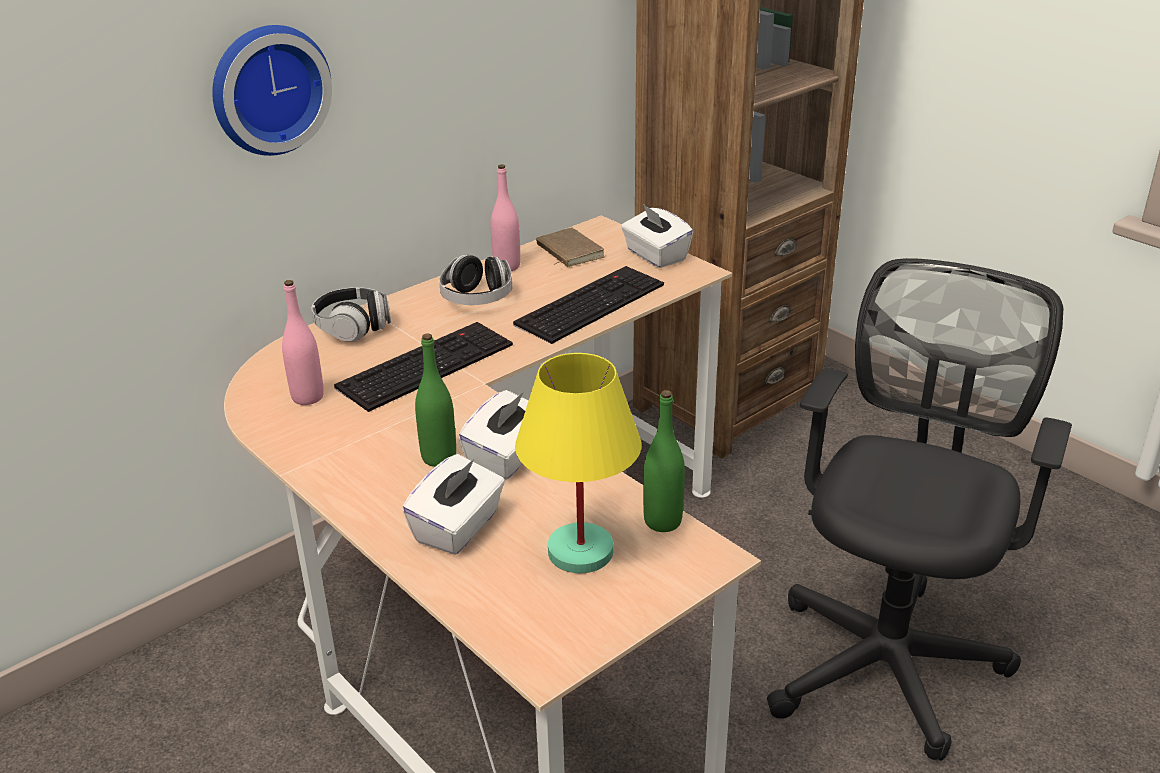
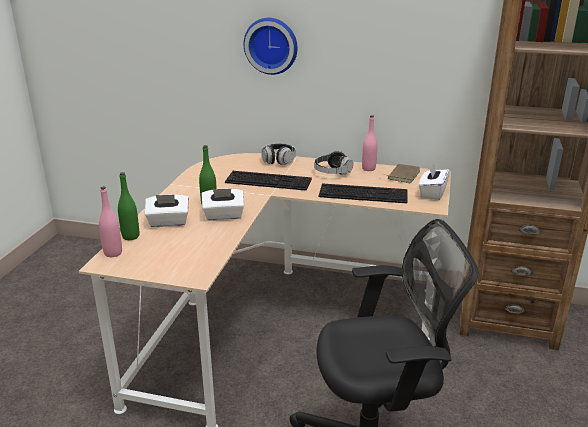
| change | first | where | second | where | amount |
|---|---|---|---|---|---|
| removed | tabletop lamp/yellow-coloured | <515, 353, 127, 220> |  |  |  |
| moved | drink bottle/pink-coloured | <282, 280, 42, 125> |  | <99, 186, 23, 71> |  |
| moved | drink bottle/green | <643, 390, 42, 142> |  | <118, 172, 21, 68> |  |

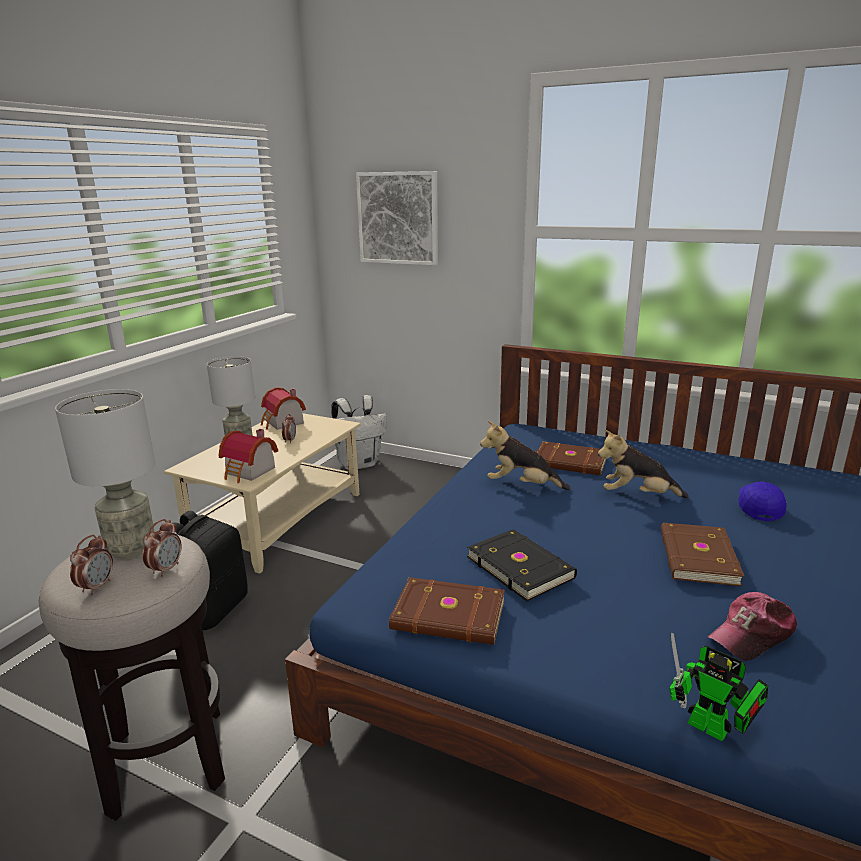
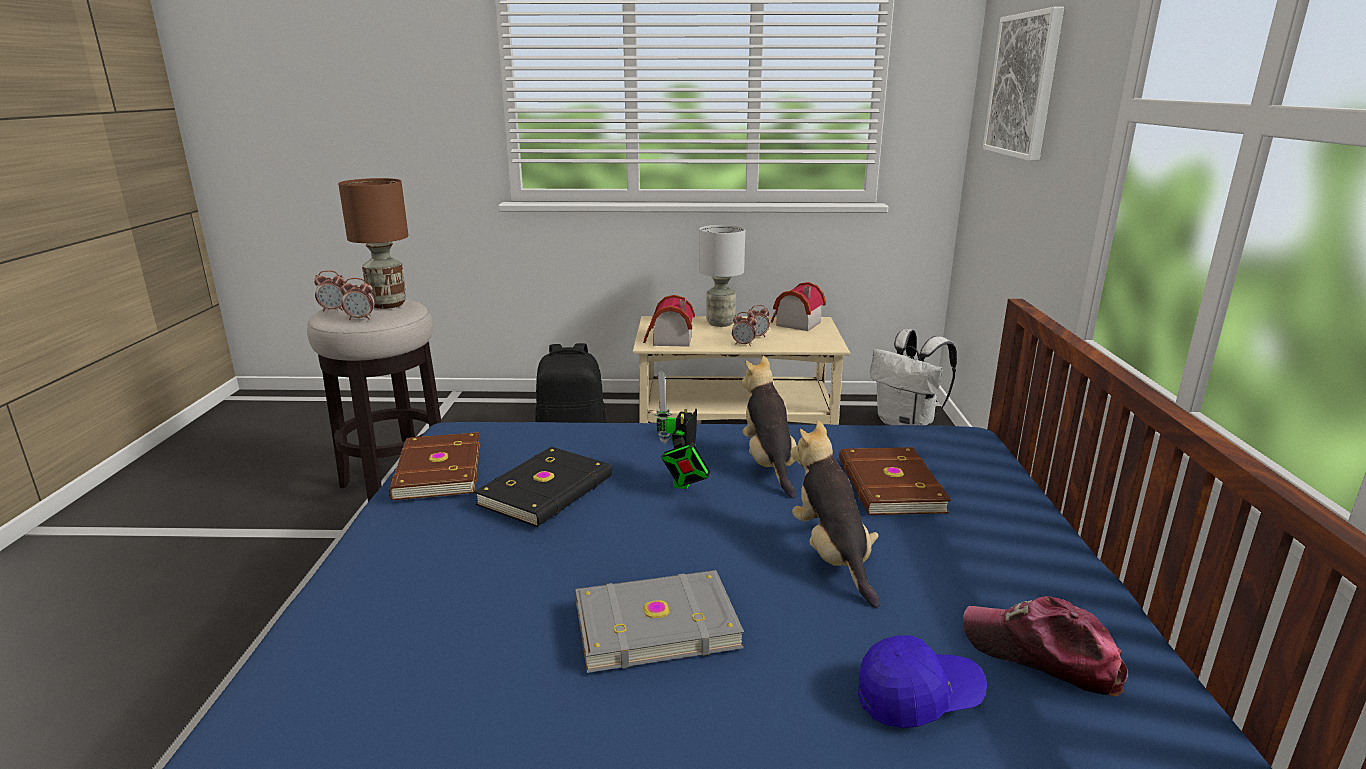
| change | first | where | second | where | amount |
|---|---|---|---|---|---|
| added |  |  | alarm clock | <732, 312, 25, 34> |  |
| moved | robot figure | <669, 633, 99, 109> |  | <655, 370, 56, 119> |  |
| moved | baseball cap | <708, 592, 89, 69> |  | <963, 596, 165, 101> |  |
| recoloured | tabletop lamp/greyish | <55, 389, 100, 170> | tabletop lamp/brown | <338, 178, 71, 131> |  |
| recoloured | volume/brown | <661, 523, 83, 63> | volume/greyish | <575, 570, 169, 103> |  |

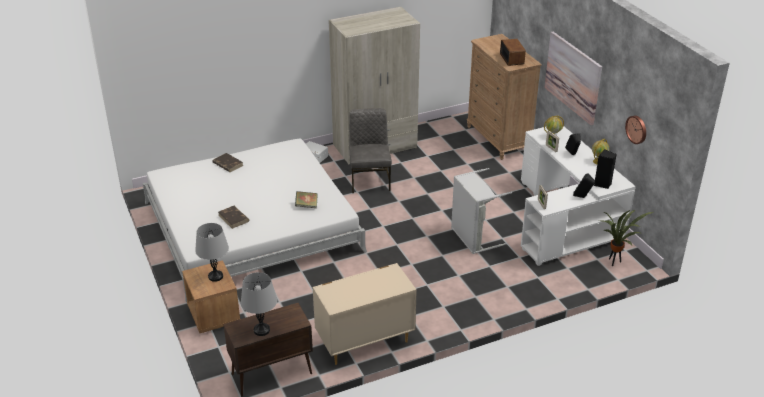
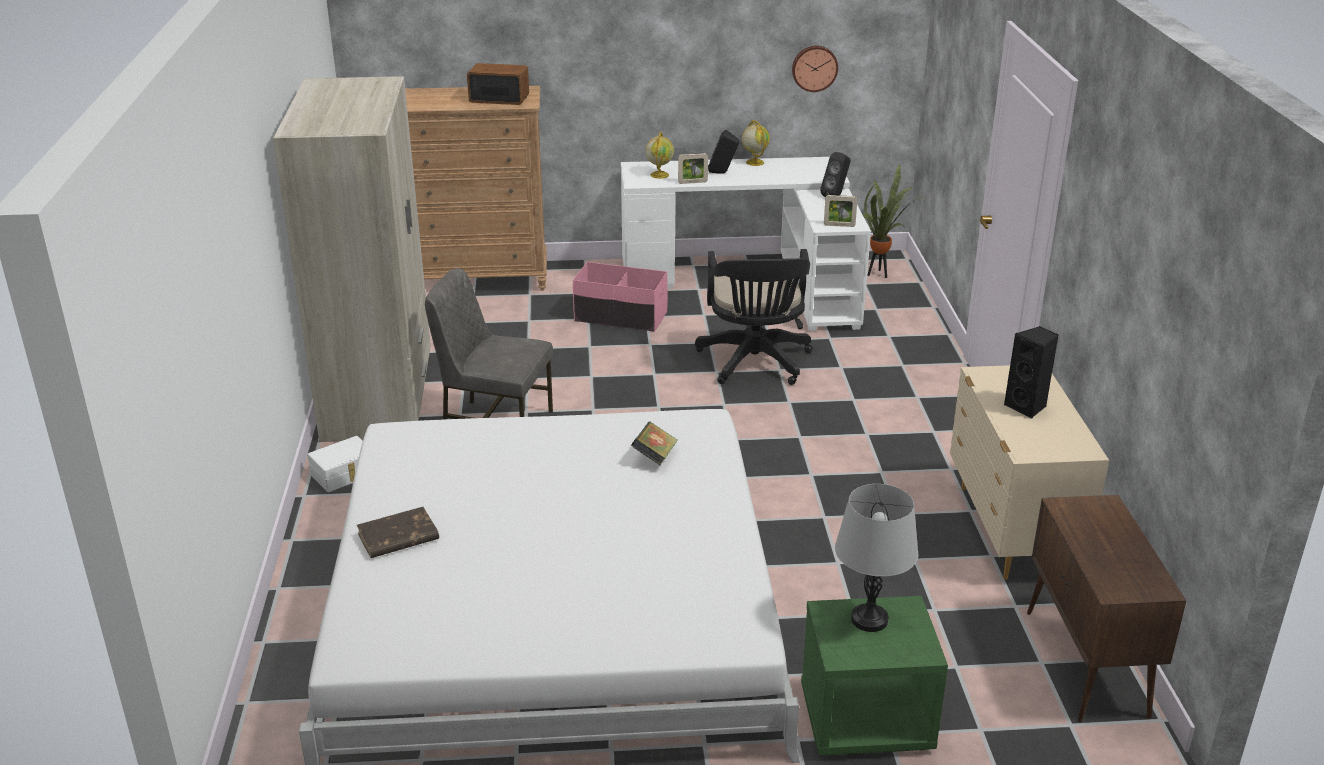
| change | first | where | second | where | amount |
|---|---|---|---|---|---|
| removed | volume/brown | <218, 206, 31, 23> |  |  |  |
| removed | tabletop lamp/greyish | <241, 272, 36, 64> |  |  |  |
| removed | picture | <544, 32, 58, 93> |  |  |  |
| added |  |  | storage box/pink-coloured | <573, 262, 95, 70> |  |
| moved | audio speaker/black-coloured | <594, 149, 23, 40> |  | <1004, 326, 55, 93> |  |
| replaced | laundry basket/greyish | <451, 168, 61, 86> | desk chair/black-coloured | <695, 249, 118, 136> |  |
| recoloured | bedside table/brown | <182, 260, 58, 73> | bedside table/green | <801, 596, 147, 159> |  |

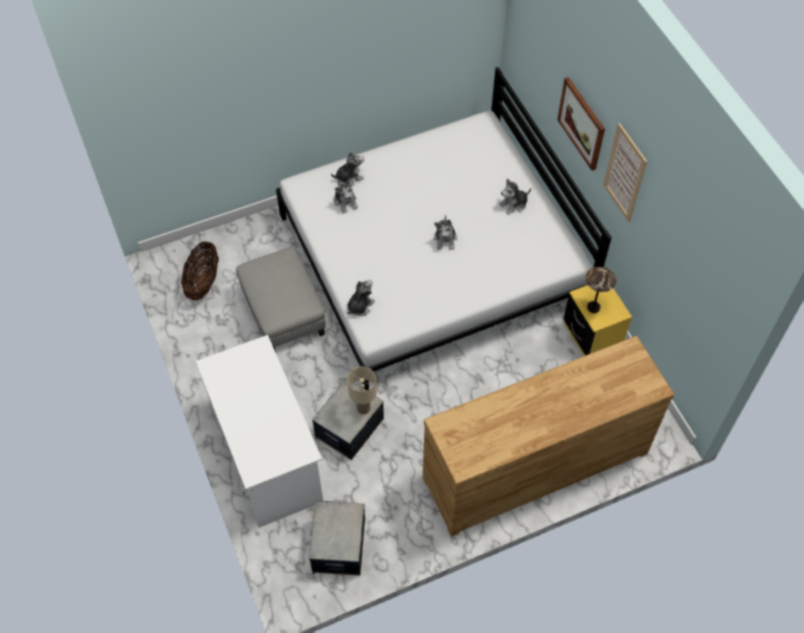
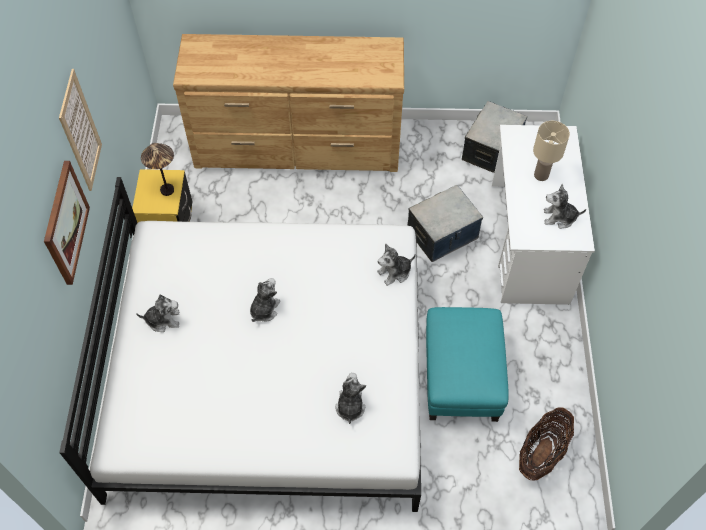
| change | first | where | second | where | amount |
|---|---|---|---|---|---|
| moved | cuddly toy | <331, 151, 33, 35> |  | <544, 184, 42, 45> |  |
| moved | tabletop lamp/beige | <347, 366, 30, 49> |  | <533, 121, 37, 60> |  |
| recoloured | footrest/greyish | <236, 248, 90, 104> | footrest/blue-green | <426, 307, 83, 115> |  |

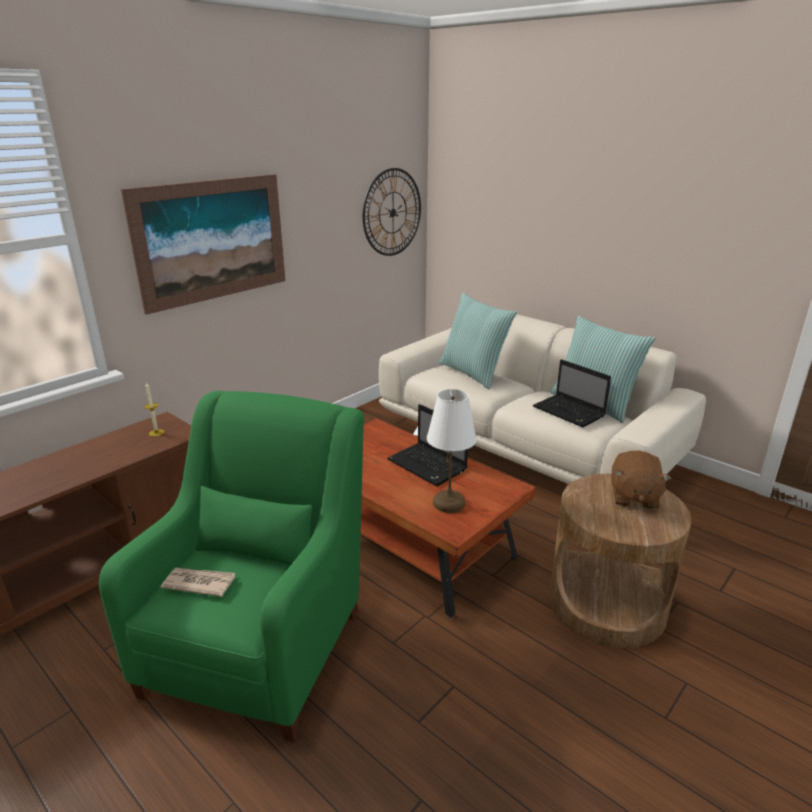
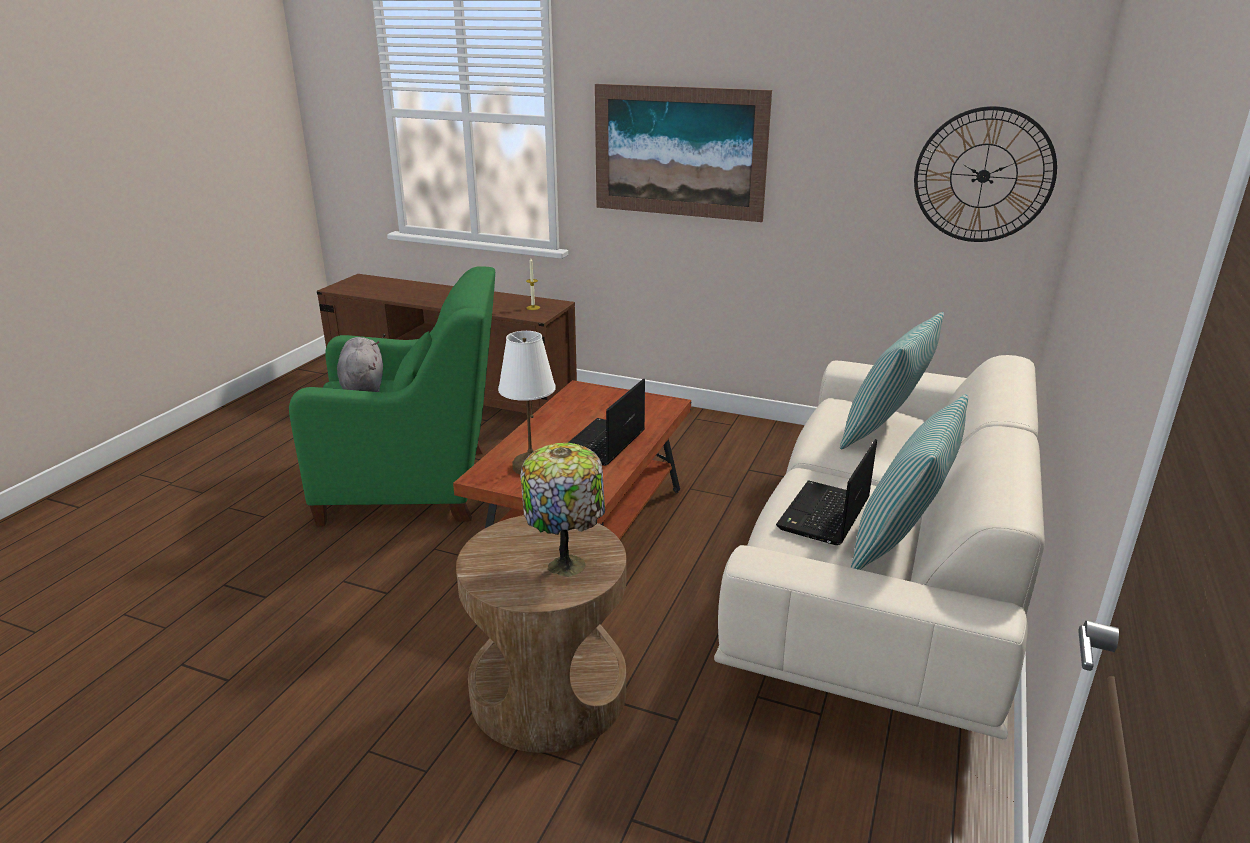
| change | first | where | second | where | amount |
|---|---|---|---|---|---|
| replaced | daily paper | <161, 568, 74, 29> | cuddly toy/greyish | <337, 337, 46, 55> |  |
| replaced | cuddly toy/brown | <612, 451, 59, 59> | tabletop lamp | <520, 443, 85, 134> |  |

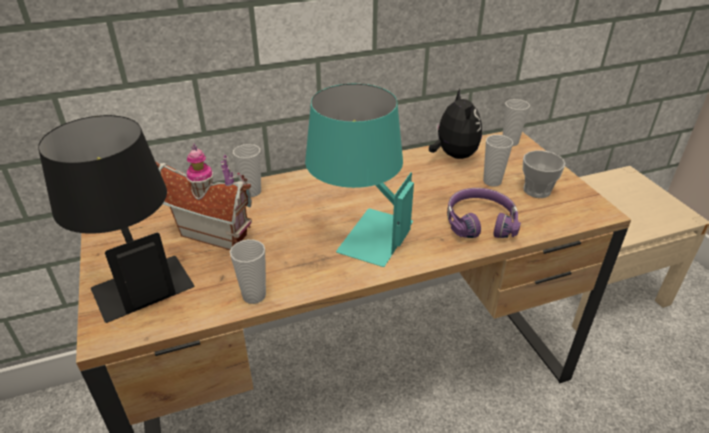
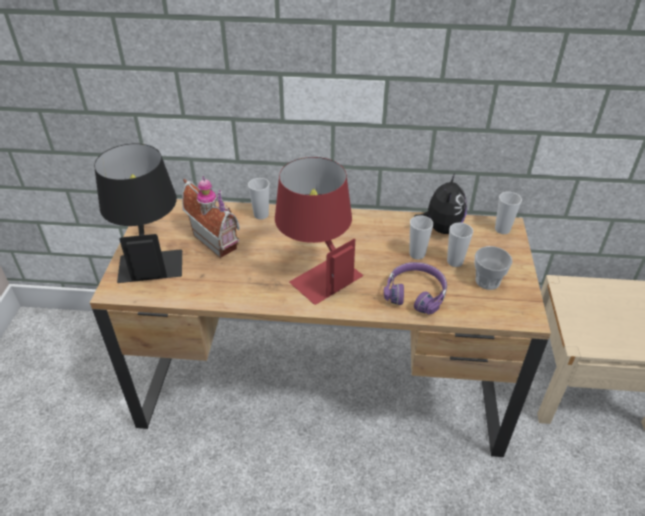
| change | first | where | second | where | amount |
|---|---|---|---|---|---|
| moved | small cup | <230, 239, 36, 65> |  | <409, 215, 24, 45> |  |
| recoloured | tabletop lamp/blue-green | <305, 84, 109, 183> | tabletop lamp/red | <275, 157, 88, 148> |  |

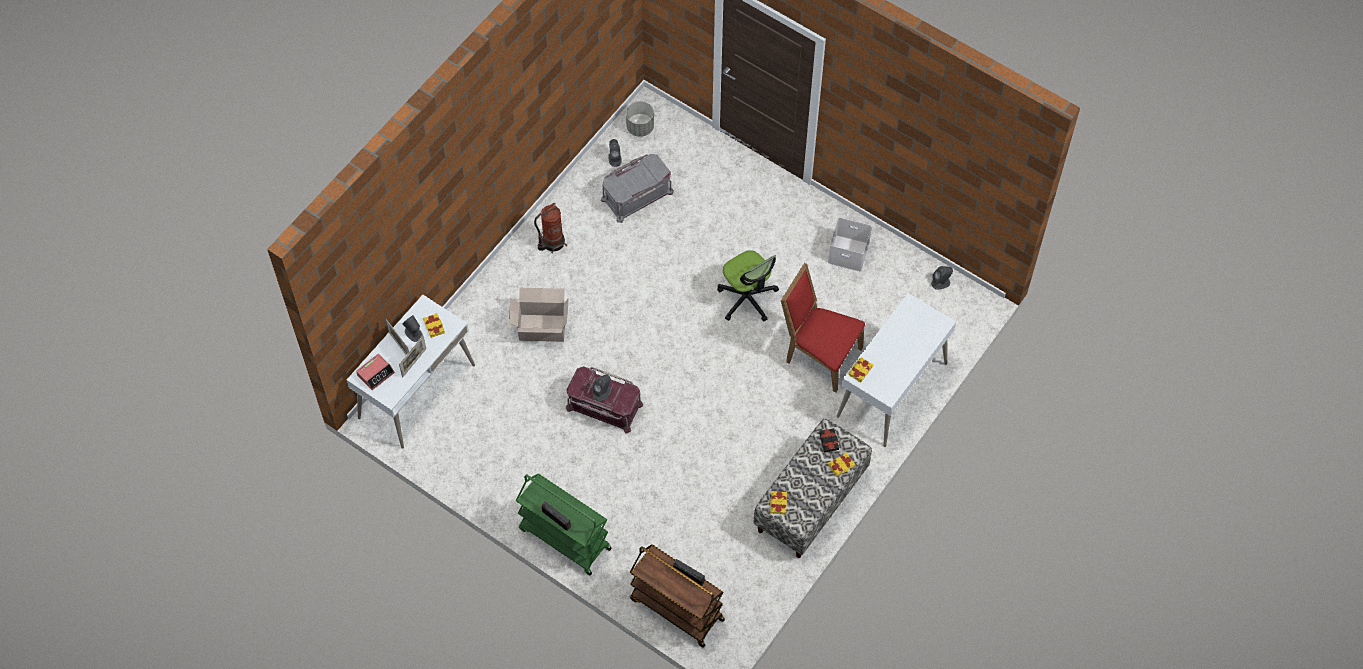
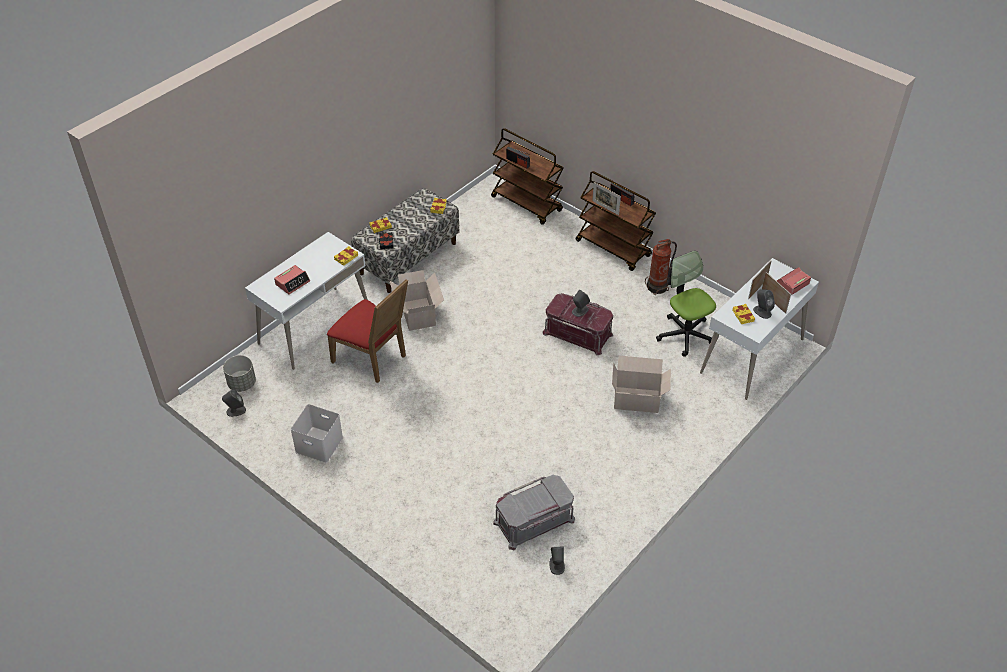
| change | first | where | second | where | amount |
|---|---|---|---|---|---|
| added |  |  | alarm clock | <274, 265, 36, 29> |  |
| added |  |  | packing box | <390, 270, 54, 61> |  |
| added |  |  | photo frame | <592, 182, 29, 33> |  |
| moved | fire-fighting cylinder | <534, 203, 33, 50> |  | <645, 239, 32, 56> |  |
| moved | planter/greyish | <626, 101, 28, 36> |  | <223, 355, 33, 37> |  |
| moved | desk chair | <717, 250, 62, 72> |  | <656, 250, 60, 107> |  |
| recoloured | cart/green | <516, 474, 96, 102> | cart/brown | <576, 171, 80, 100> |  |

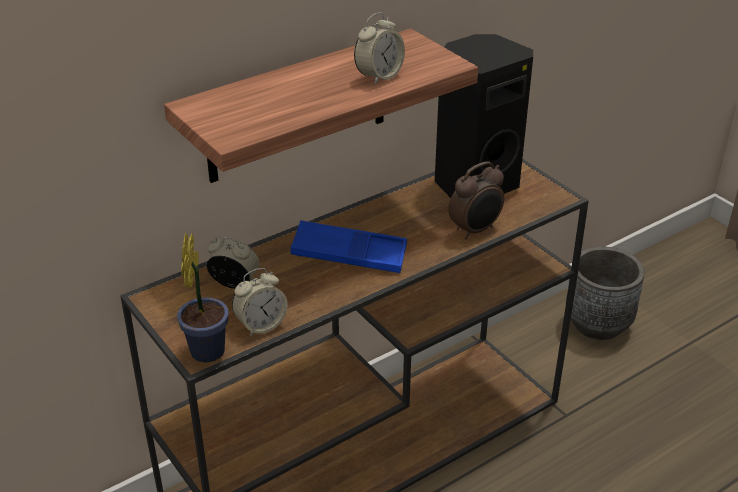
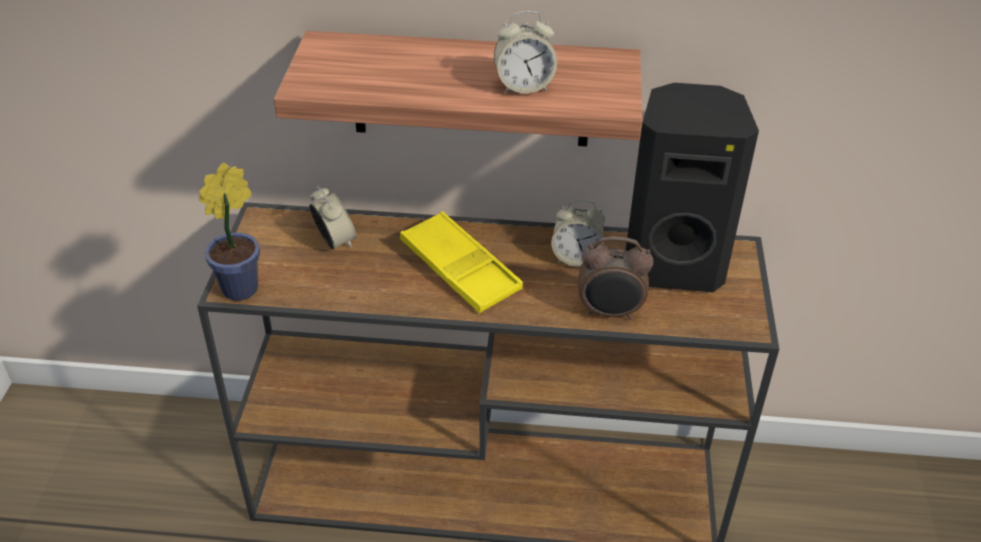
| change | first | where | second | where | amount |
|---|---|---|---|---|---|
| removed | planter/greyish | <566, 246, 79, 94> |  |  |  |
| moved | alarm clock | <232, 268, 56, 69> |  | <551, 200, 55, 67> |  |
| recoloured | tray/blue | <290, 220, 117, 53> | tray/yellow-coloured | <400, 211, 123, 102> |  |

